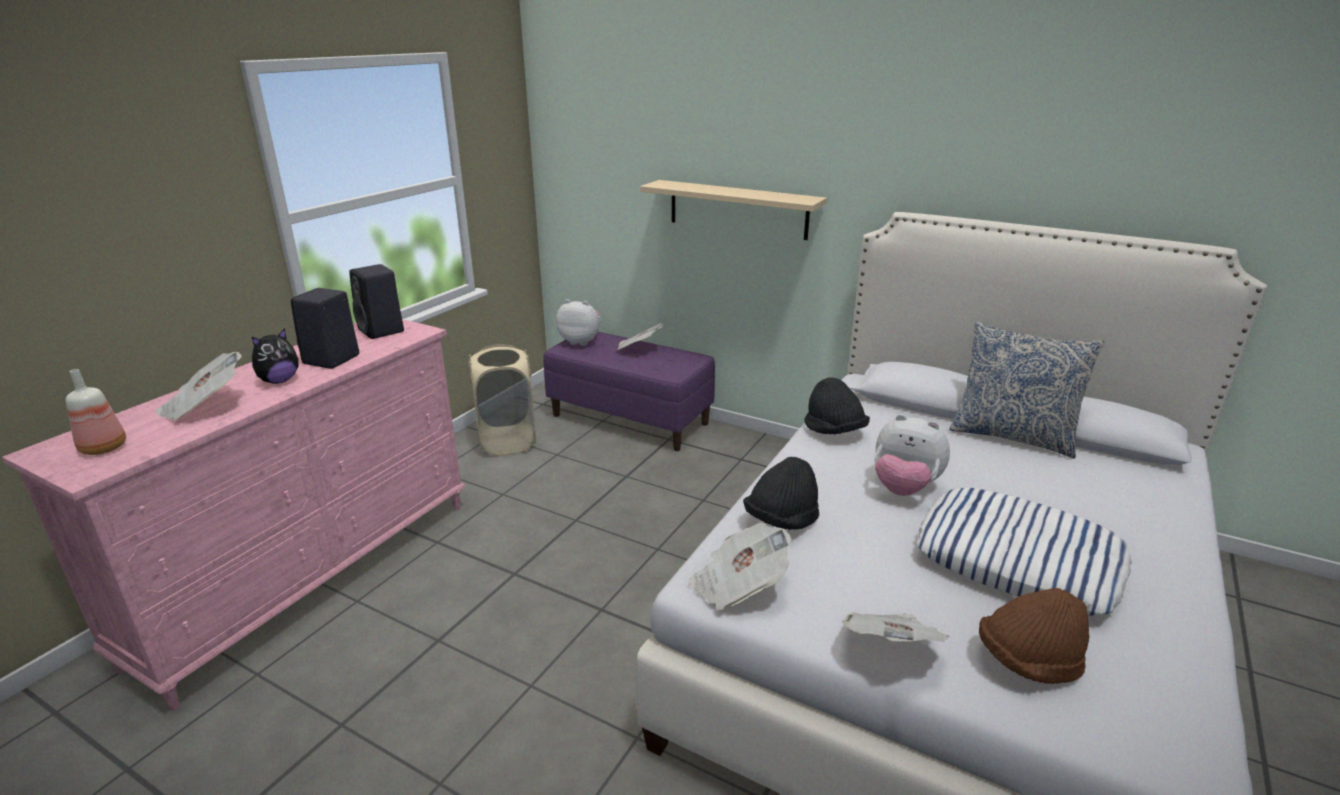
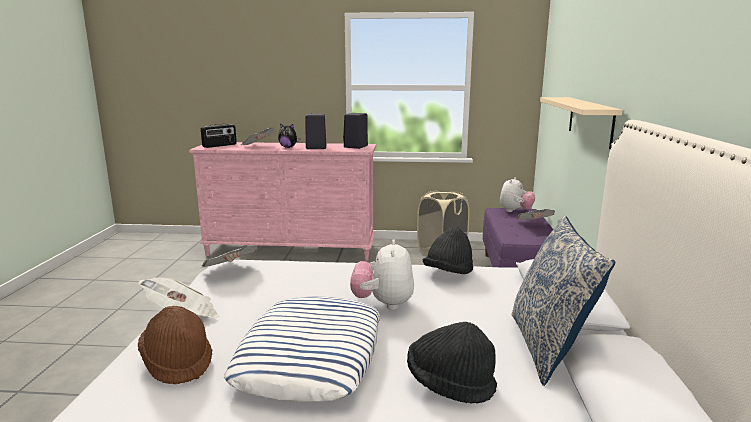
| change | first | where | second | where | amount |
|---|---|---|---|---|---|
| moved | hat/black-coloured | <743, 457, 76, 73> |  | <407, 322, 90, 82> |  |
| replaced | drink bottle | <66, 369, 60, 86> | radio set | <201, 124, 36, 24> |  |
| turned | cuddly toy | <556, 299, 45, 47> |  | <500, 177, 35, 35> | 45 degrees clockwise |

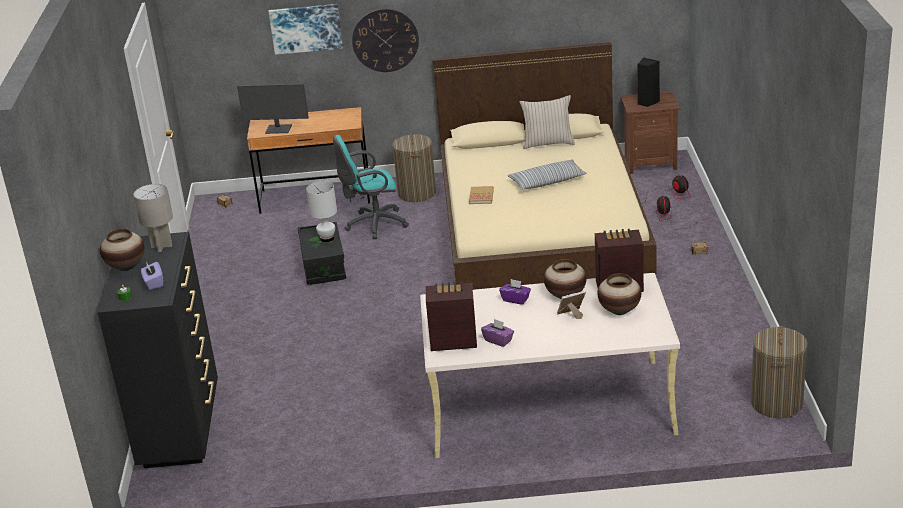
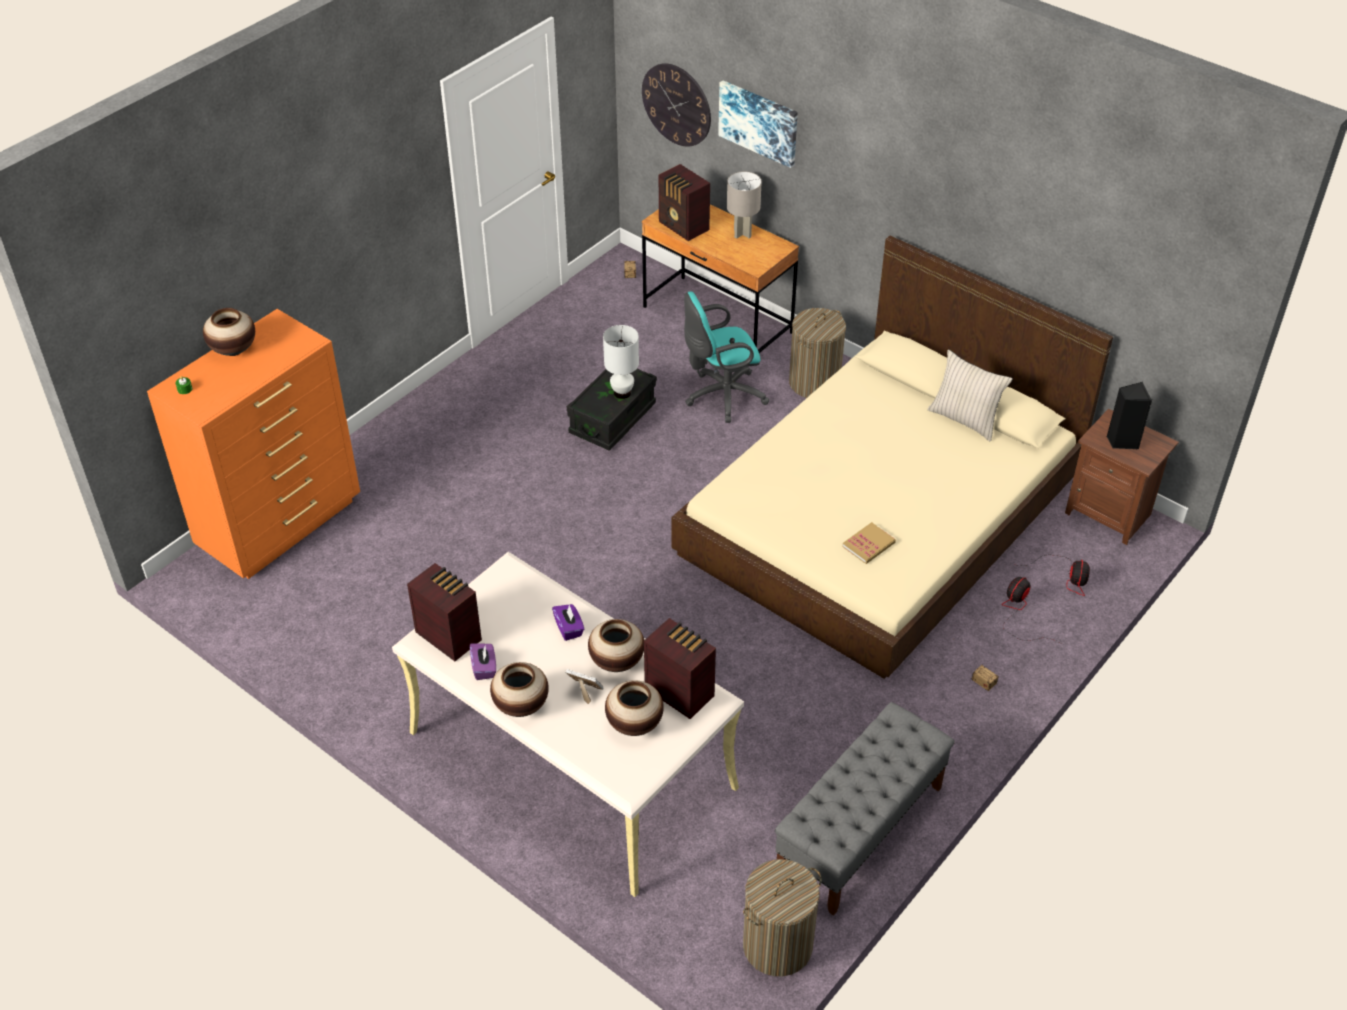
| change | first | where | second | where | amount |
|---|---|---|---|---|---|
| removed | tissue holder/purple | <141, 262, 22, 28> |  |  |  |
| removed | throw pillow | <508, 159, 79, 31> |  |  |  |
| added |  |  | decorative vase | <490, 662, 59, 55> |  |
| added |  |  | bench/greyish | <775, 702, 180, 214> |  |
| moved | tabletop lamp/greyish | <133, 184, 40, 68> |  | <727, 172, 35, 67> |  |
| moved | hanging clock | <352, 9, 67, 63> |  | <642, 63, 69, 84> |  |
| moved | volume | <469, 186, 25, 18> |  | <842, 522, 54, 42> |  |
| replaced | computer screen | <237, 84, 72, 50> | radio set | <659, 164, 51, 77> |  |
| recoloured | chest of drawers/black-coloured | <97, 232, 121, 236> | chest of drawers/orange-coloured | <147, 309, 213, 270> |  |
| turned | desk chair/blue-green | <333, 135, 76, 104> |  | <684, 291, 85, 132> | 45 degrees counterclockwise |

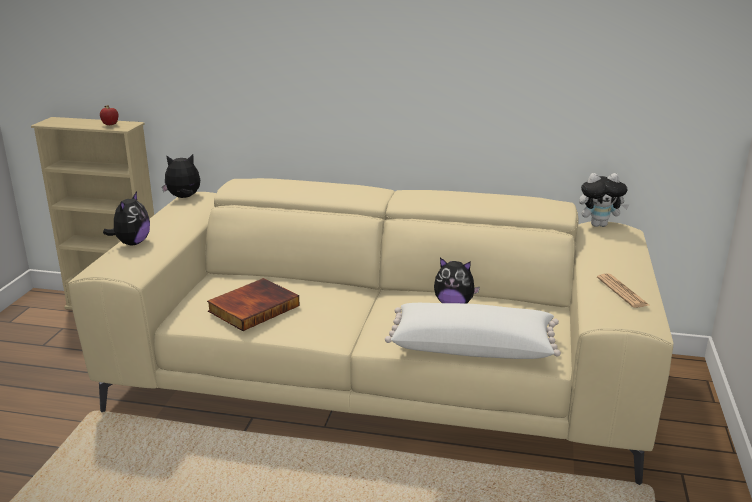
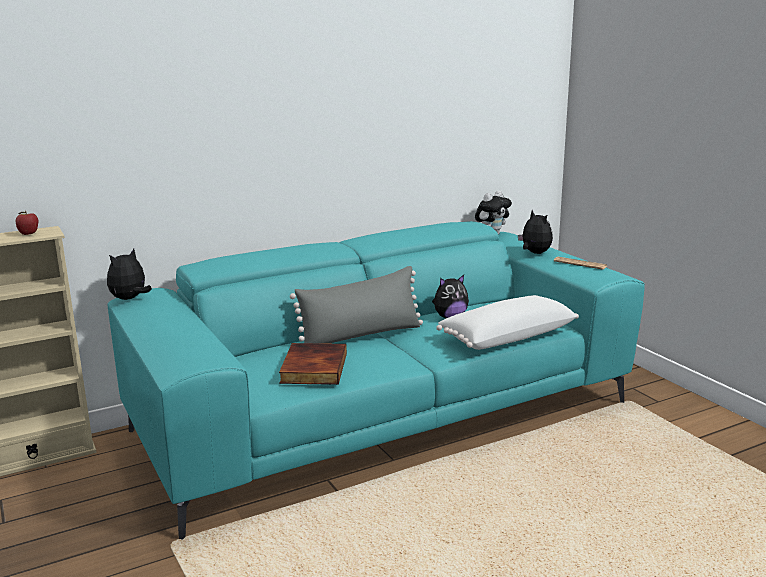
| change | first | where | second | where | amount |
|---|---|---|---|---|---|
| added |  |  | throw pillow/greyish | <290, 266, 133, 78> |  |
| moved | cuddly toy | <103, 191, 47, 54> |  | <518, 210, 35, 44> |  |
| recoloured | sofa/beige | <68, 178, 605, 307> | sofa/blue-green | <108, 221, 537, 319> |  |

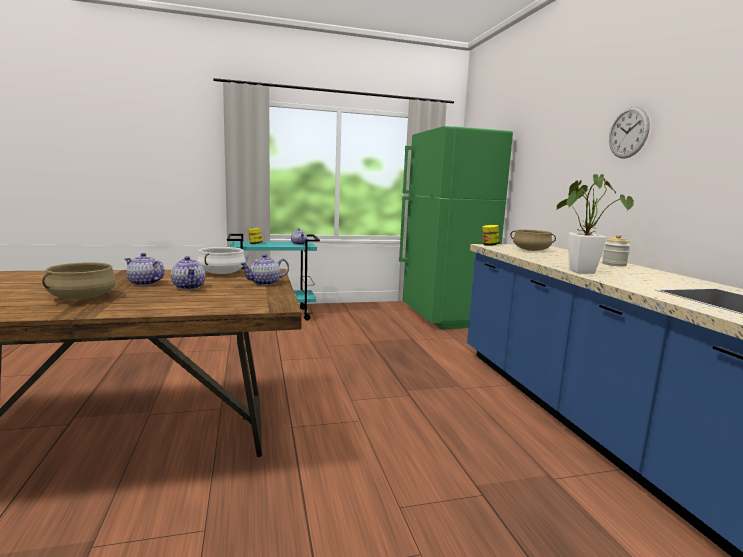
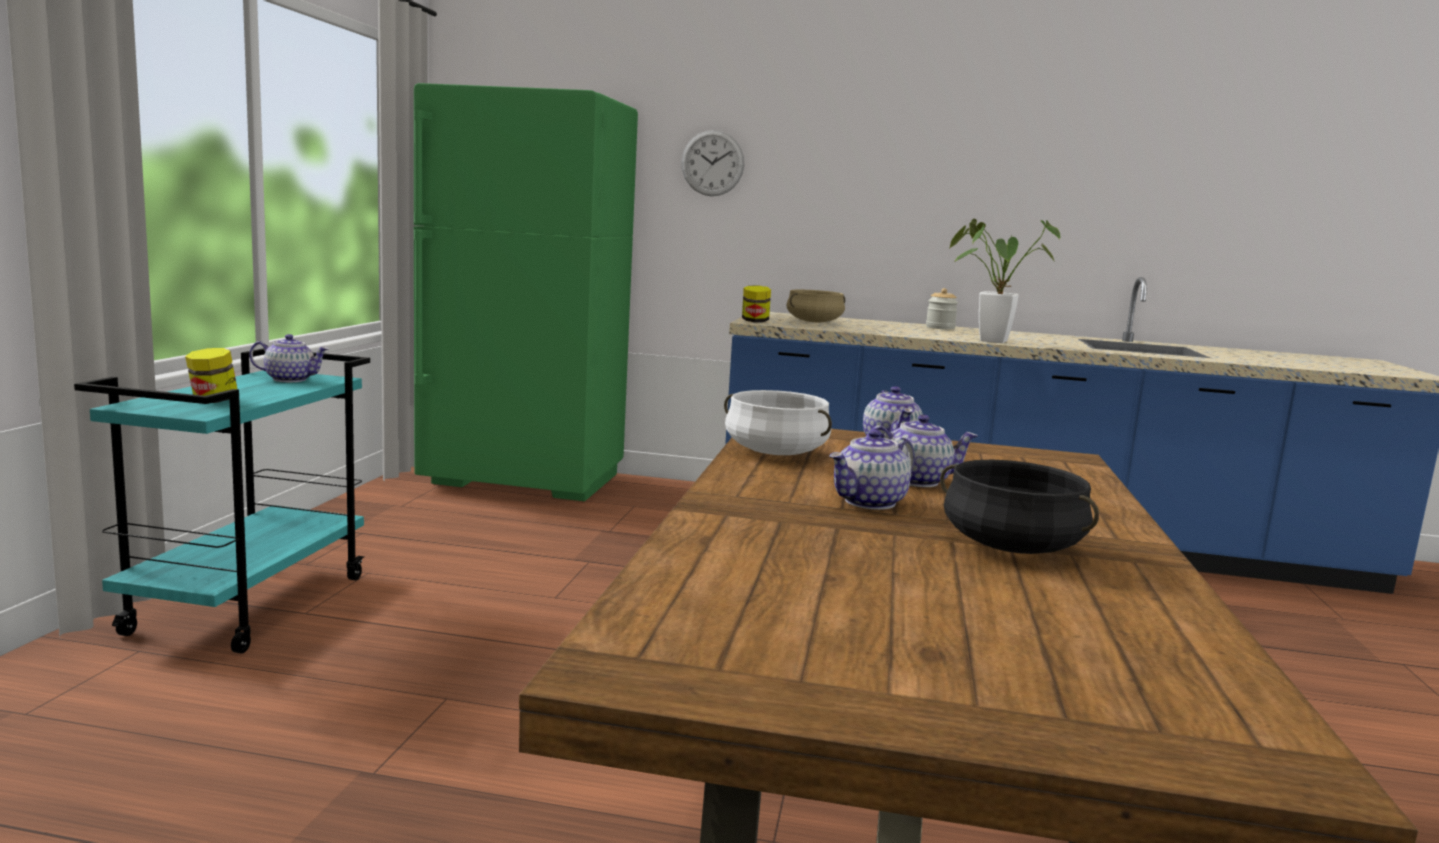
| change | first | where | second | where | amount |
|---|---|---|---|---|---|
| moved | hanging clock | <609, 106, 41, 53> |  | <681, 130, 63, 66> |  |
| recoloured | saucepot/beige | <42, 262, 74, 38> | saucepot/black-coloured | <940, 460, 159, 94> |  |

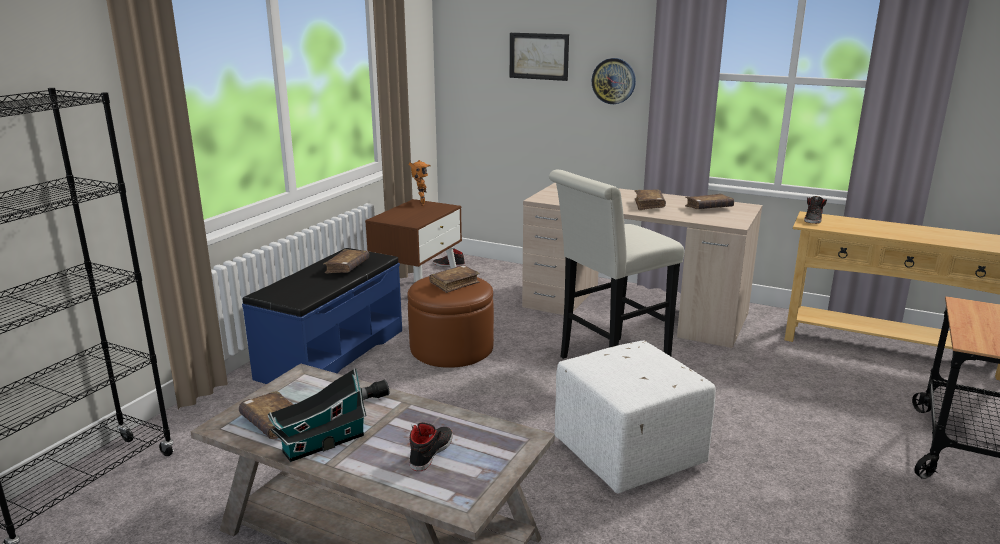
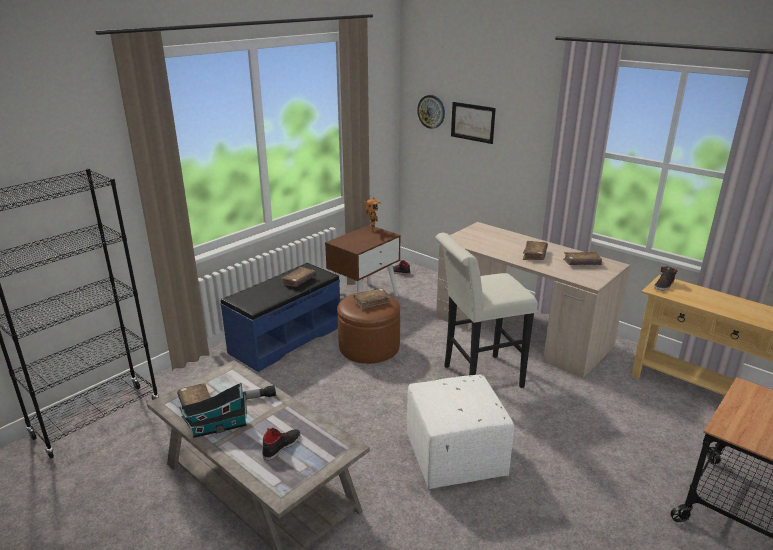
| change | first | where | second | where | amount |
|---|---|---|---|---|---|
| moved | hanging clock | <592, 58, 44, 46> |  | <417, 95, 28, 34> |  |

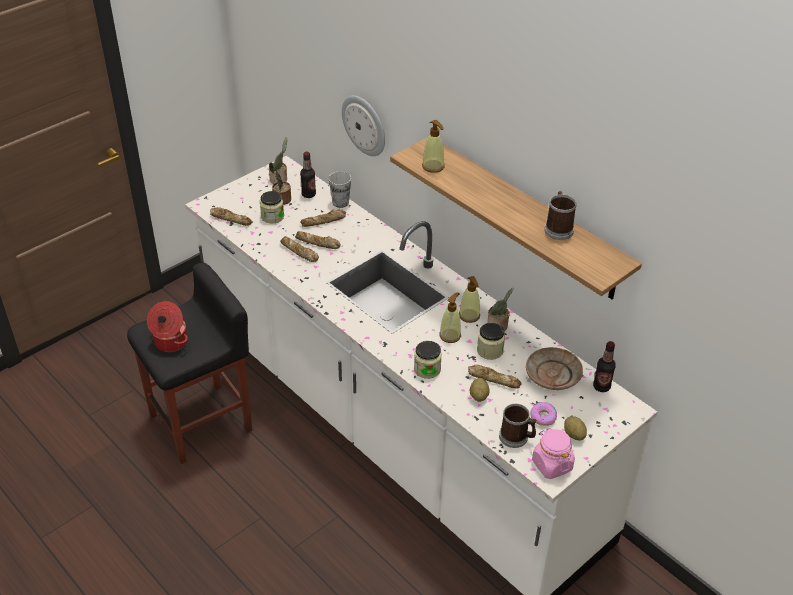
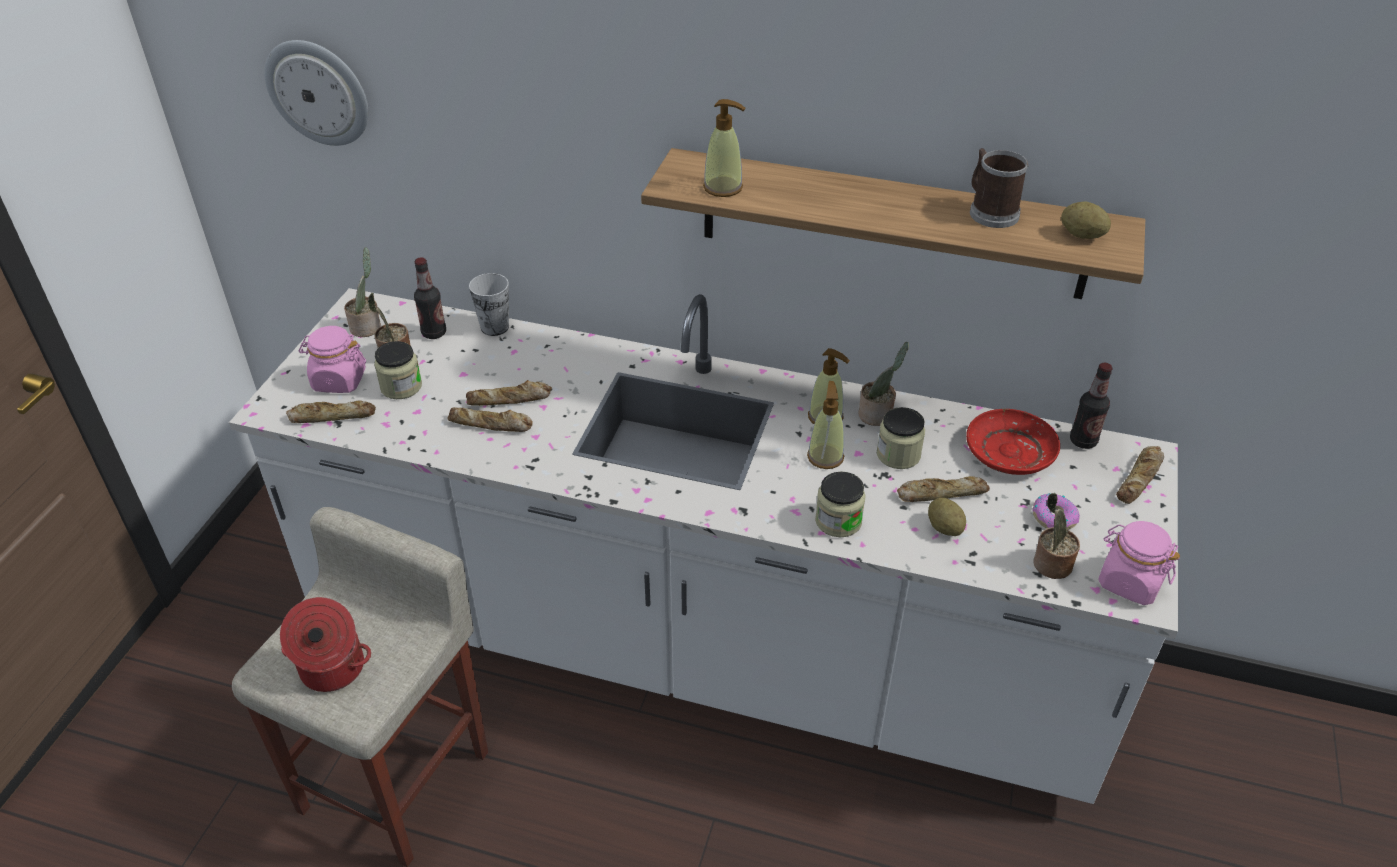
| change | first | where | second | where | amount |
|---|---|---|---|---|---|
| added |  |  | jar/pink-coloured | <299, 326, 67, 67> |  |
| moved | bread | <301, 209, 45, 18> |  | <1116, 446, 48, 58> |  |
| moved | hanging clock | <342, 96, 43, 60> |  | <264, 40, 105, 106> |  |
| moved | whole potato | <564, 416, 23, 24> |  | <1061, 201, 50, 38> |  |
| replaced | mug | <499, 404, 38, 44> | plant in a pot | <1033, 493, 47, 86> |  |
| recoloured | sitting stool/black-coloured | <127, 263, 125, 201> | sitting stool/beige | <232, 507, 256, 360> |  |
| recoloured | flat dish/beige | <526, 347, 57, 43> | flat dish/red | <966, 409, 94, 66> |  |

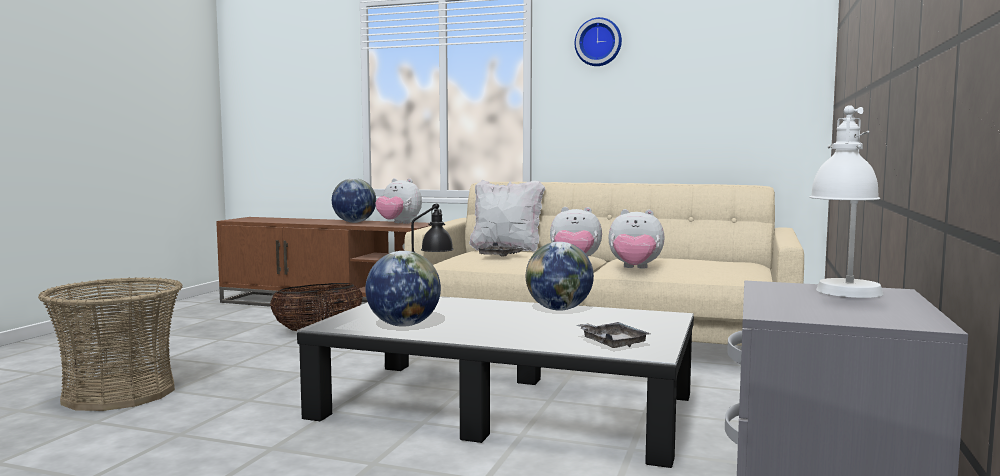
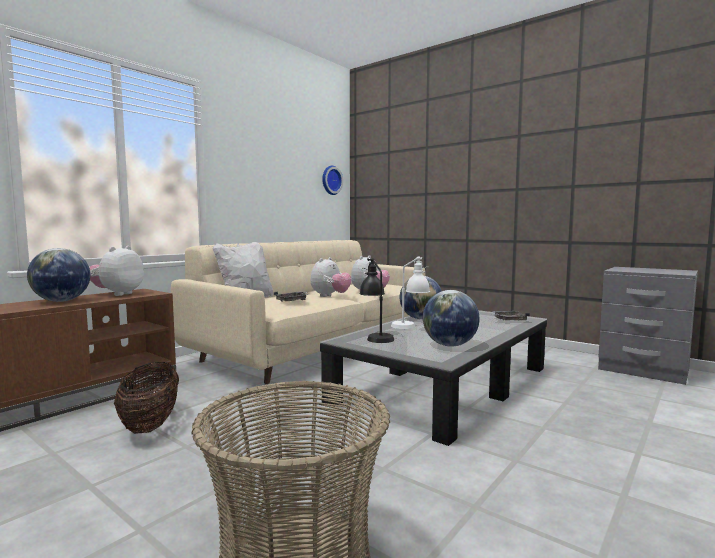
| change | first | where | second | where | amount |
|---|---|---|---|---|---|
| moved | hanging clock | <575, 17, 47, 49> |  | <322, 166, 21, 29> |  |
| moved | tabletop lamp/white | <809, 105, 74, 193> |  | <391, 256, 39, 73> |  |
| turned | cuddly toy | <376, 178, 46, 46> |  | <89, 246, 55, 50> | 150 degrees clockwise |

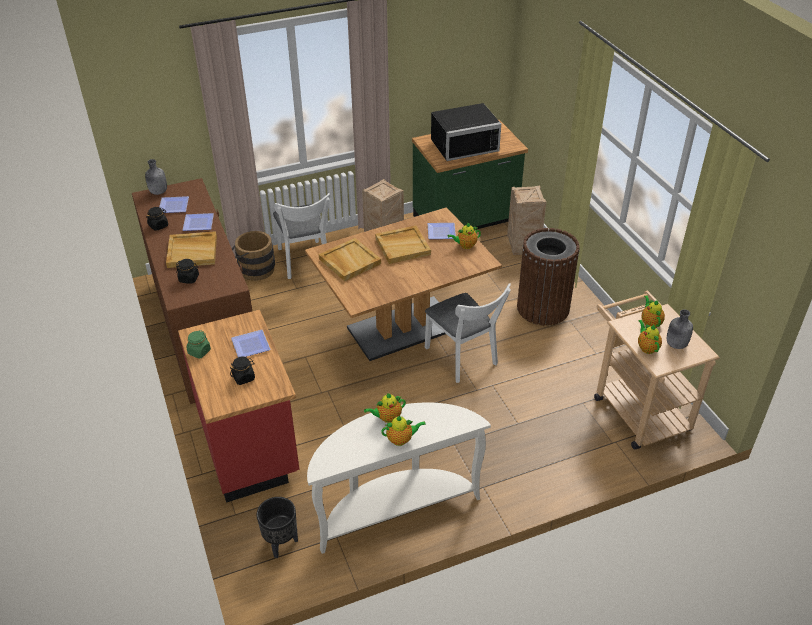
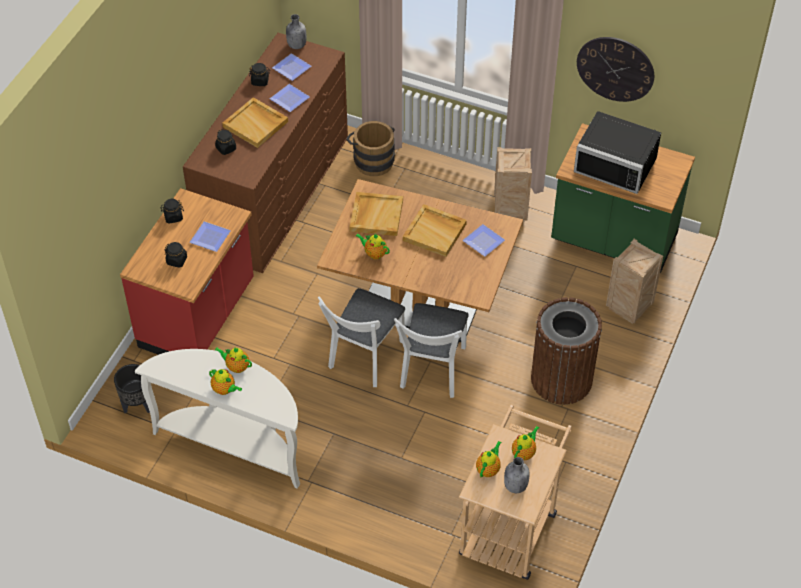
| change | first | where | second | where | amount |
|---|---|---|---|---|---|
| added |  |  | hanging clock | <577, 37, 77, 65> |  |
| moved | chair/white | <273, 193, 57, 86> |  | <318, 288, 87, 99> |  |
| moved | teapot | <448, 222, 33, 27> |  | <355, 234, 35, 25> |  |
| recoloured | jar/green | <187, 330, 24, 29> | jar/black-coloured | <160, 199, 24, 25> |  |

